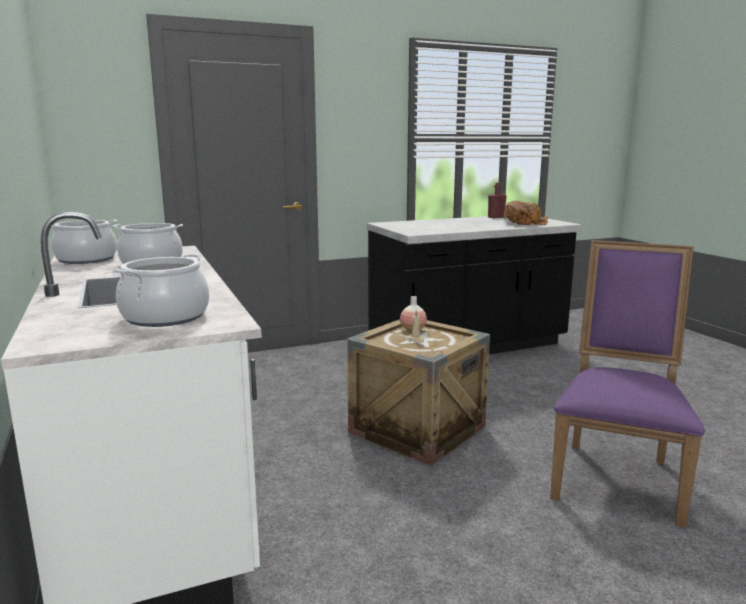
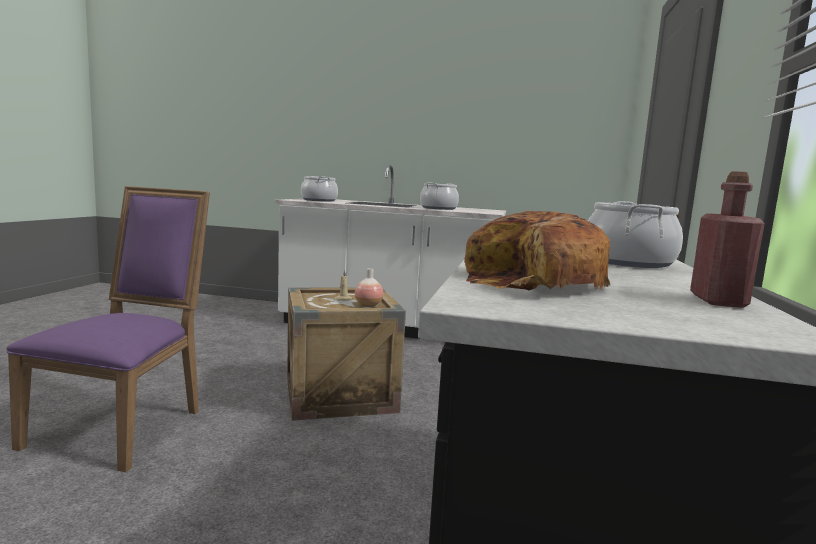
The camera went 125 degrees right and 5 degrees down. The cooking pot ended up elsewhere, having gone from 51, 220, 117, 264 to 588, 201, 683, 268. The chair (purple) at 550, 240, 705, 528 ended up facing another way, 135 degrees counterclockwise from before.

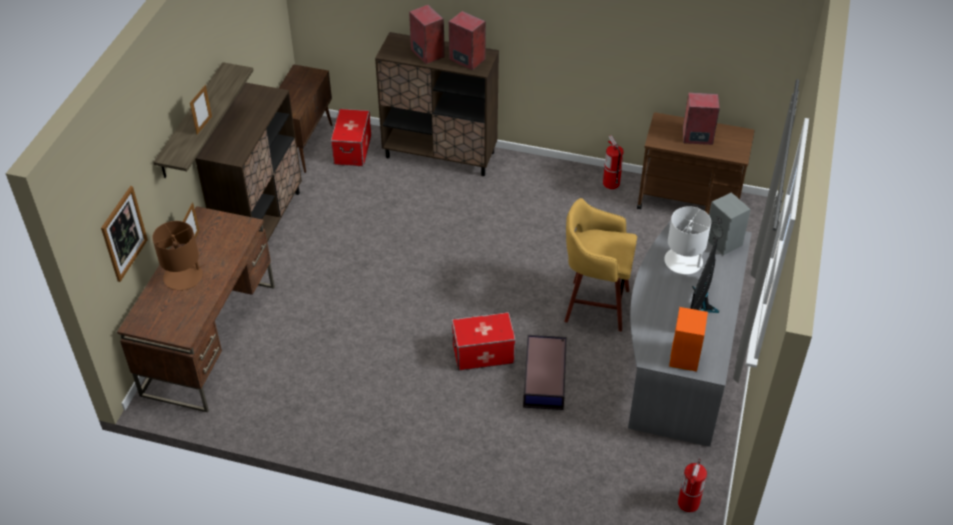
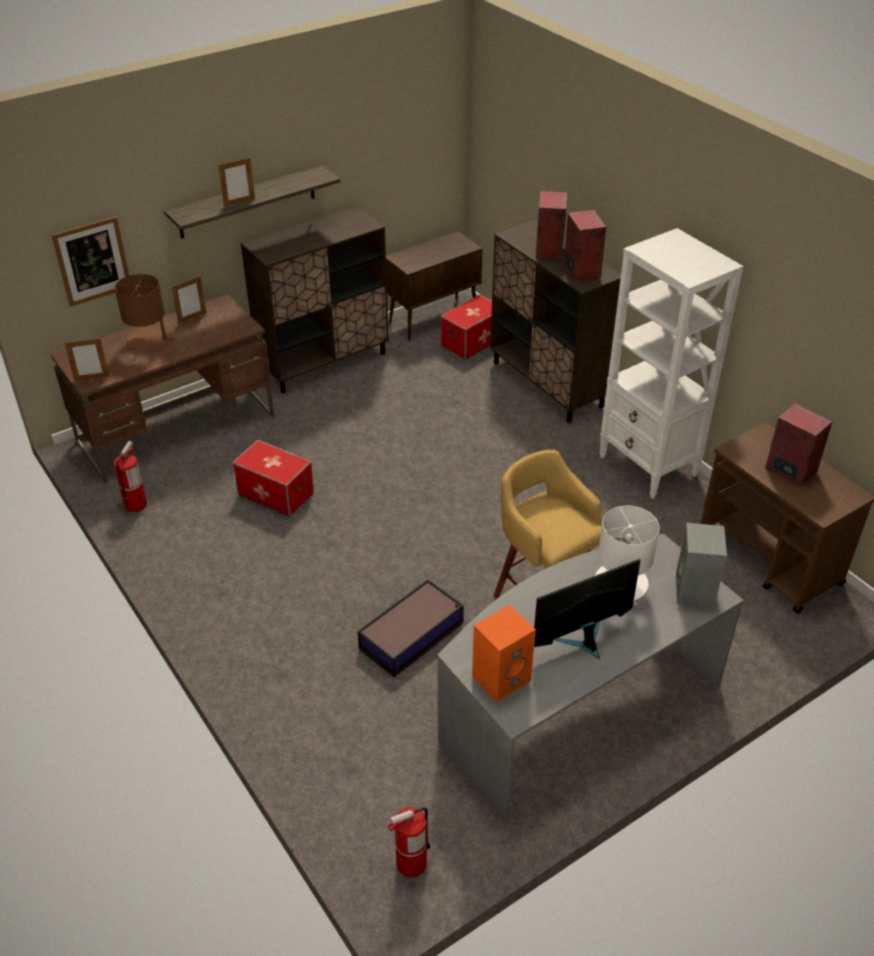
The camera went 40 degrees right and 5 degrees down. The second view gained the picture frame at 64, 337, 109, 381. The second view gained the bookcase (white) at 599, 228, 743, 499. The storage box ended up elsewhere, having gone from 452, 312, 516, 370 to 232, 440, 314, 517. The fire extinguisher ended up elsewhere, having gone from 603, 135, 624, 189 to 113, 441, 147, 512.

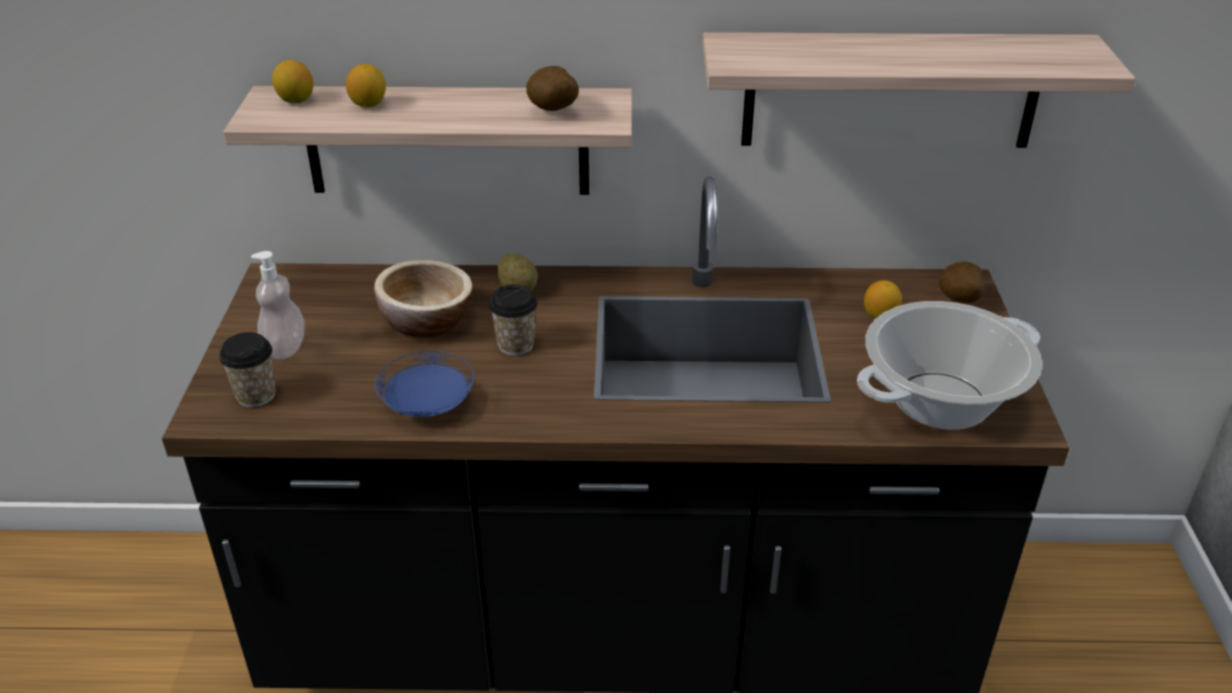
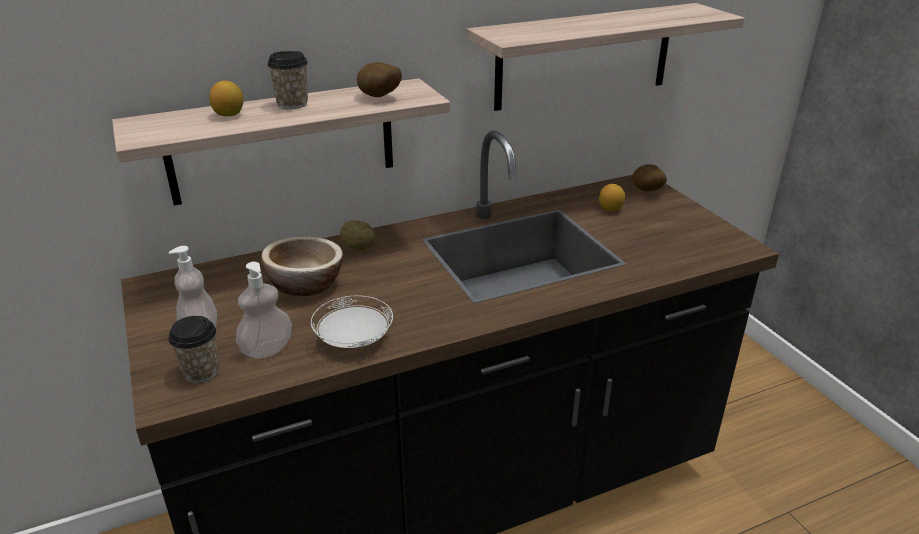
The camera went 25 degrees left and 5 degrees down. The second view lost the lemon at 272, 60, 313, 103. The second view lost the cooking pot at 857, 301, 1042, 430. The second view gained the soap dispenser at 236, 262, 292, 358. The cup ended up elsewhere, having gone from 489, 285, 537, 356 to 267, 51, 308, 109. What was the plate (blue) at 375, 351, 474, 417 turned into the plate (white) at 311, 295, 393, 348.

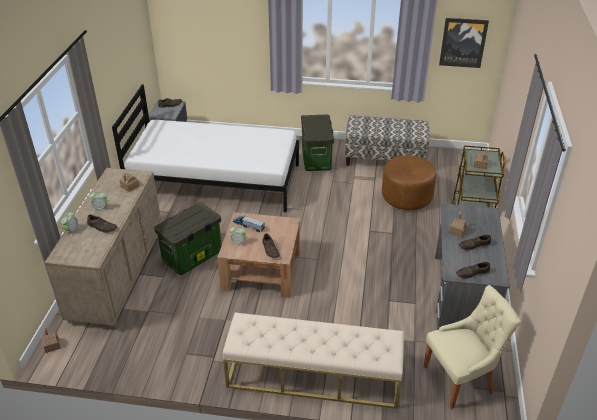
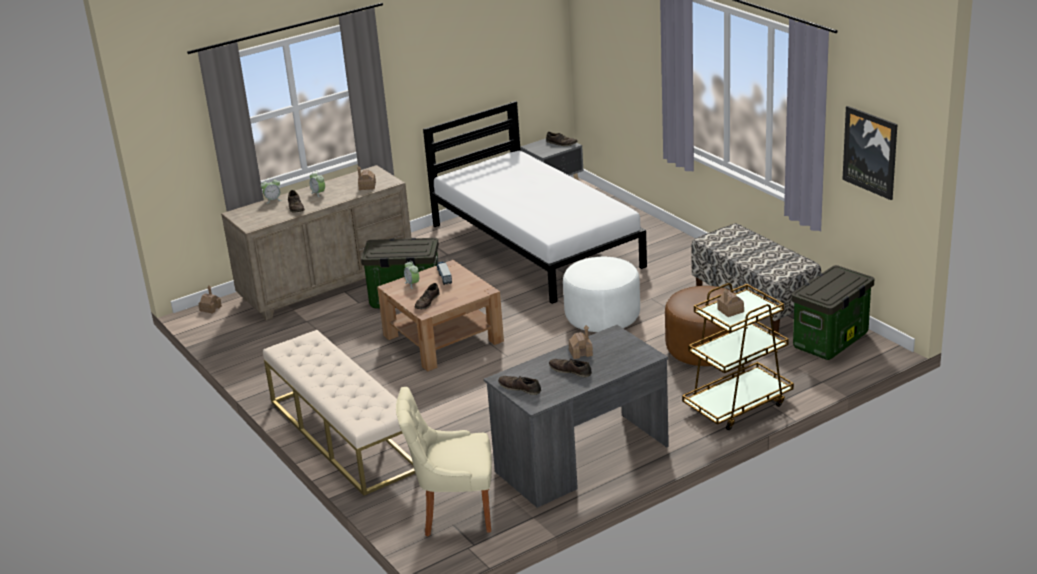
The camera went 50 degrees right and 10 degrees down. The second view gained the ottoman (white) at 563, 257, 640, 332. The storage box ended up elsewhere, having gone from 301, 115, 334, 171 to 791, 265, 874, 360. The chair (beige) at 424, 285, 521, 409 ended up facing another way, 150 degrees clockwise from before.

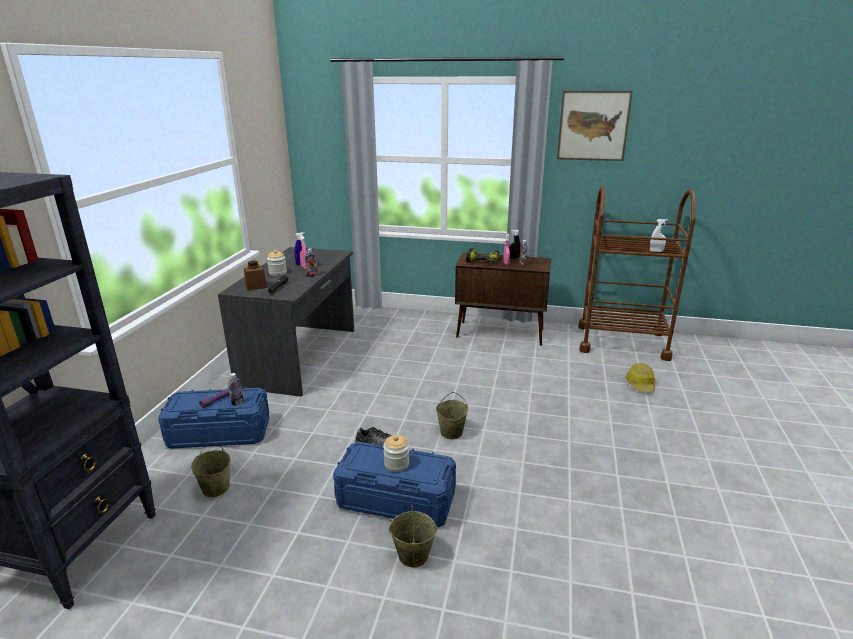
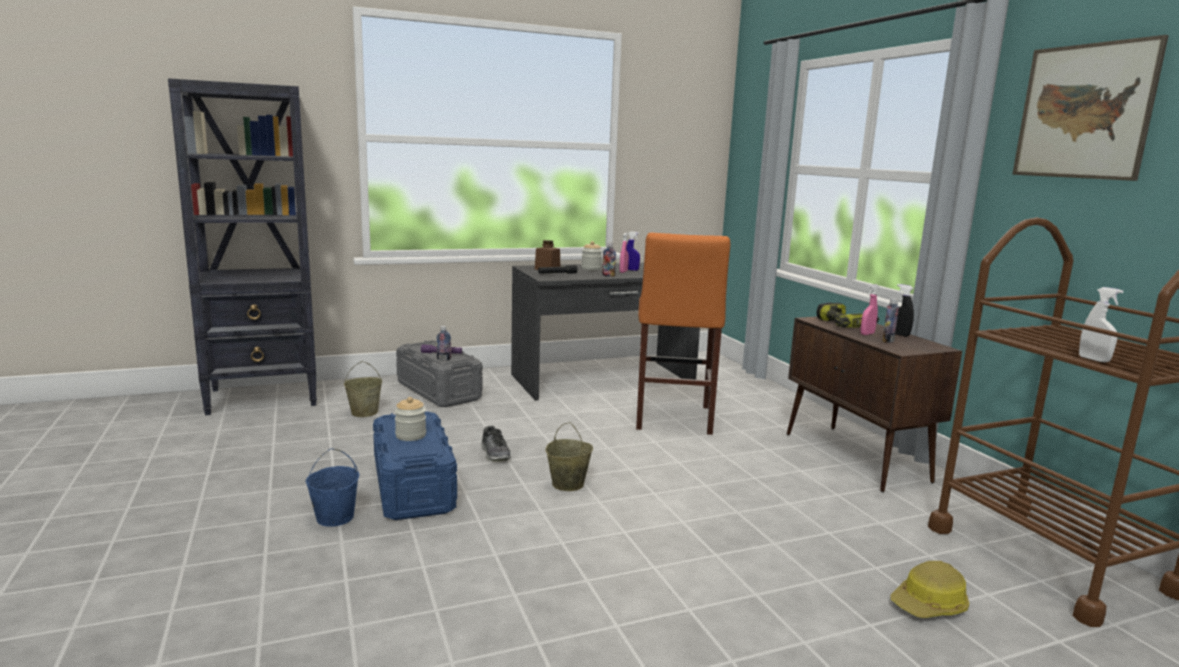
The camera went 55 degrees right and 10 degrees down. The second view gained the stool (orange) at 636, 233, 730, 435. What was the storage box (blue) at 158, 387, 269, 448 turned into the storage box (grey) at 396, 340, 482, 407. What was the bucket (beige) at 388, 504, 437, 568 turned into the bucket (blue) at 306, 448, 359, 527.

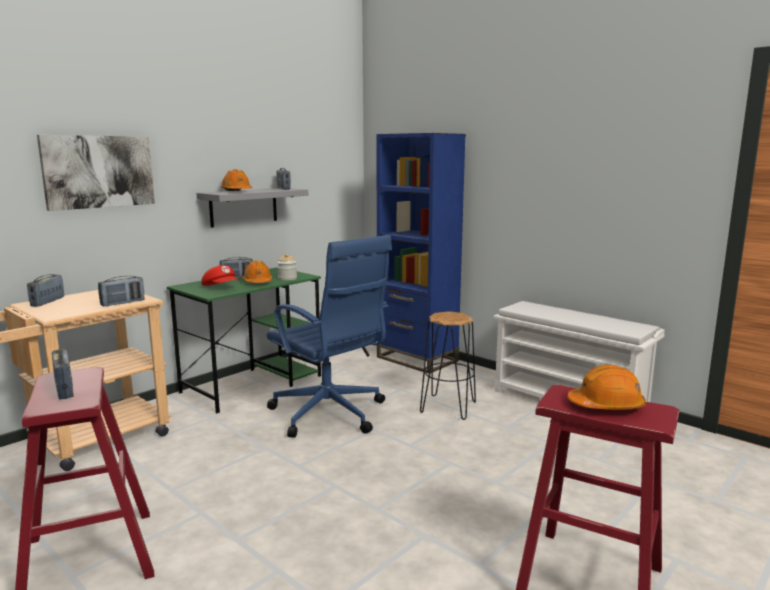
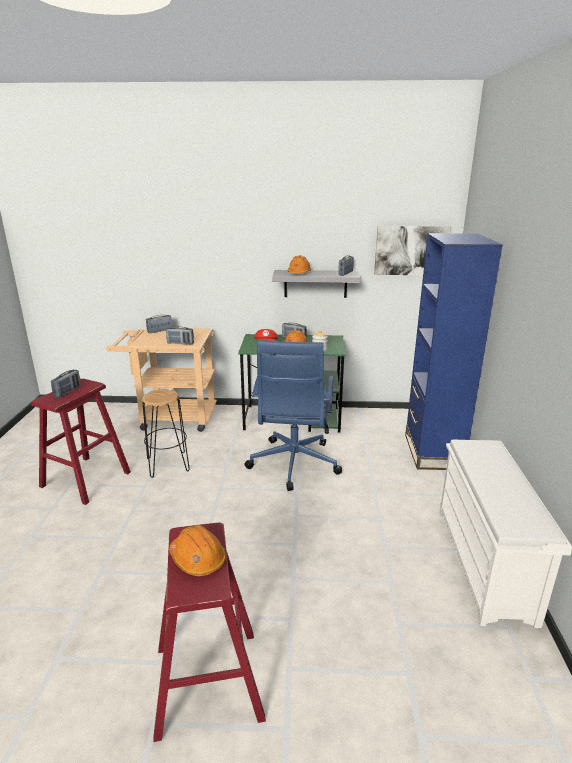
The camera went 50 degrees right and 10 degrees up. The picture ended up elsewhere, having gone from 37, 135, 155, 211 to 374, 226, 452, 275. The stool (black) ended up elsewhere, having gone from 420, 311, 476, 420 to 141, 389, 190, 478.

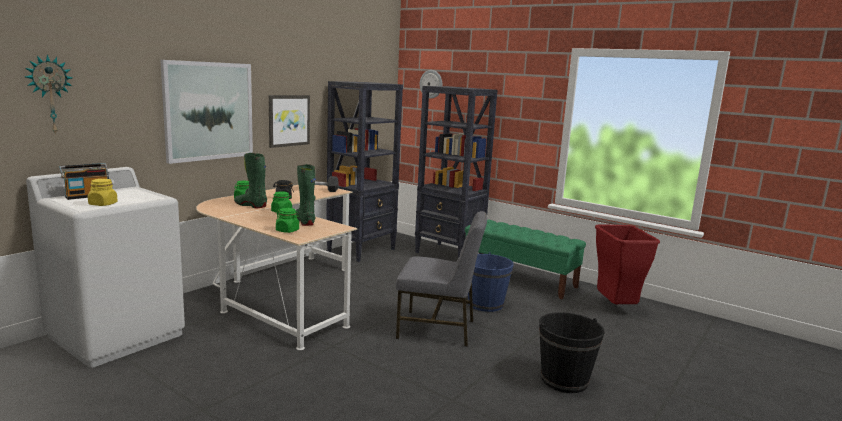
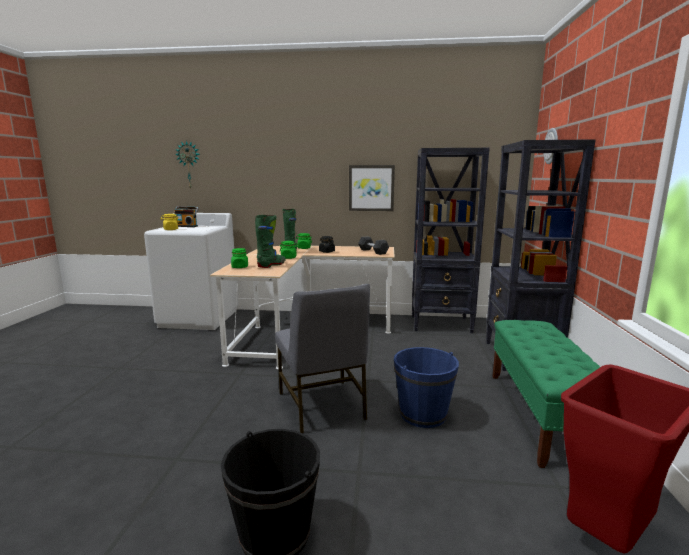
The camera went 60 degrees right and 0 degrees up. The second view lost the picture at 160, 60, 253, 164.

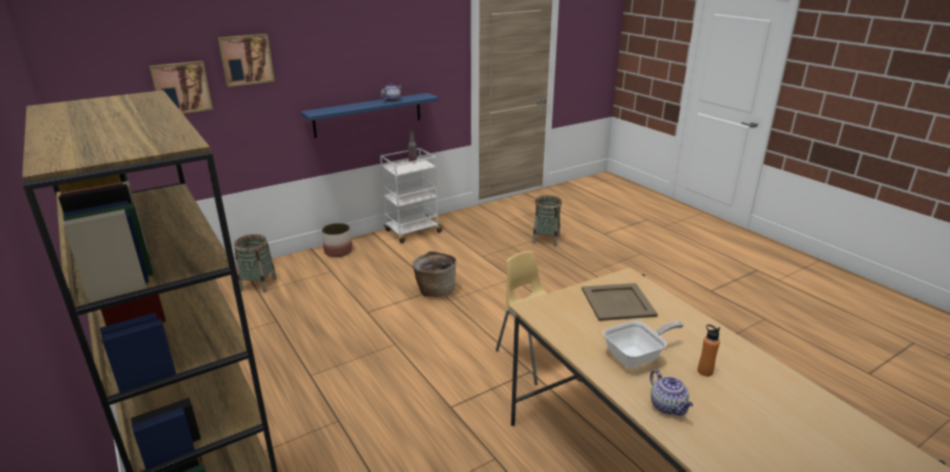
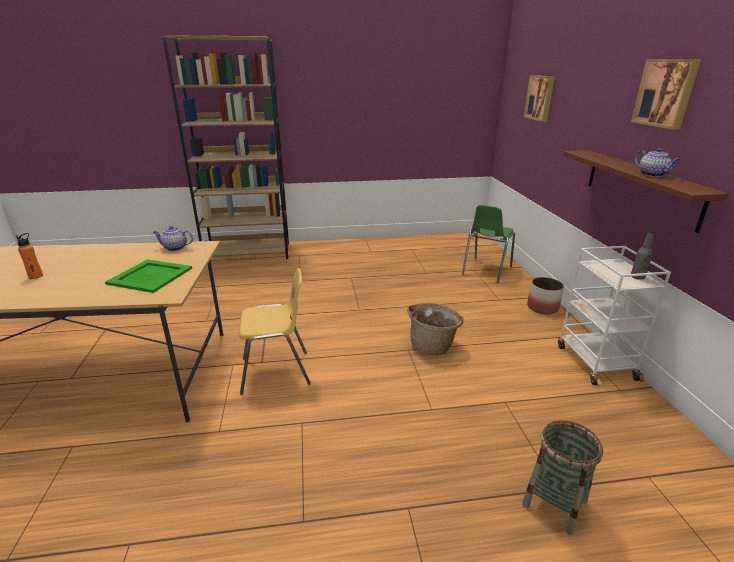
The camera went 115 degrees right and 0 degrees up. The second view lost the frying pan at 603, 321, 684, 368. The picture ended up elsewhere, having gone from 218, 34, 275, 87 to 631, 59, 701, 130. The teapot ended up elsewhere, having gone from 650, 370, 693, 416 to 153, 226, 193, 251. Where the basket stood at 234, 234, 277, 293, the chair (green) came to stand at 462, 205, 515, 283. What was the shelf (blue) at 300, 93, 438, 138 turned into the shelf (brown) at 563, 150, 729, 233. What was the tray (beige) at 582, 283, 658, 321 turned into the tray (green) at 105, 259, 192, 293.

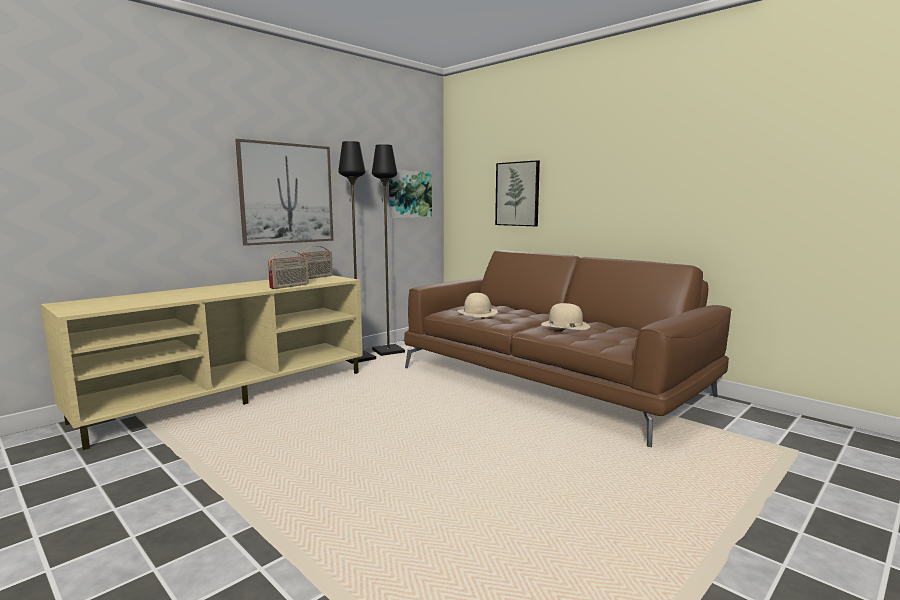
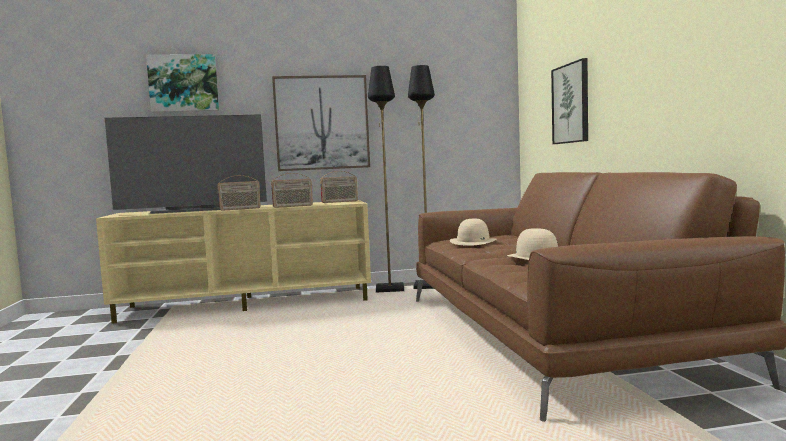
The camera went 35 degrees right and 5 degrees down. The second view gained the television at 105, 115, 267, 214. The second view gained the radio at 217, 175, 261, 211. The picture ended up elsewhere, having gone from 389, 170, 432, 218 to 146, 54, 219, 112.

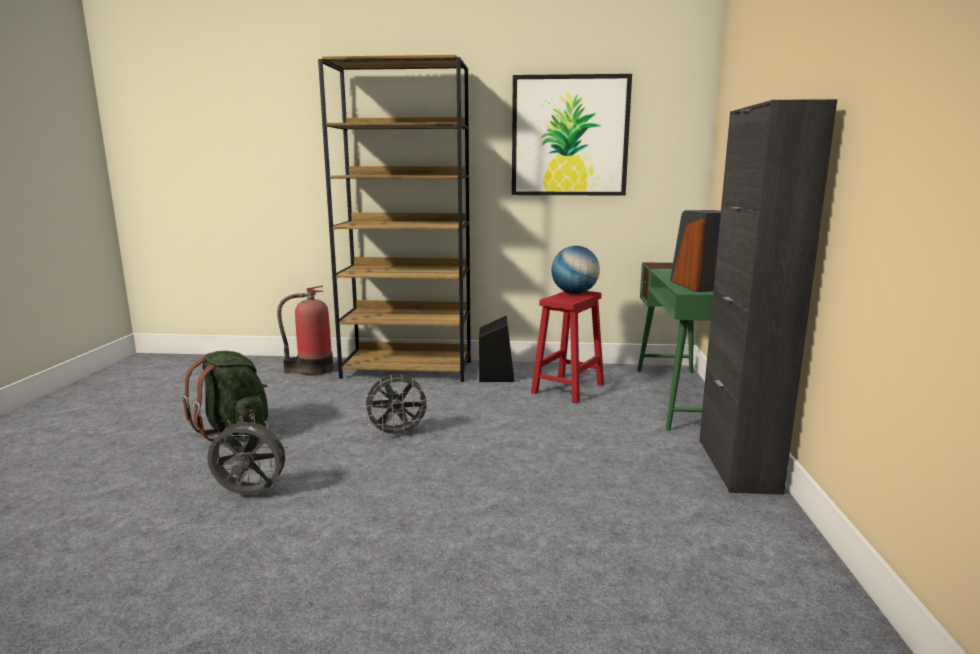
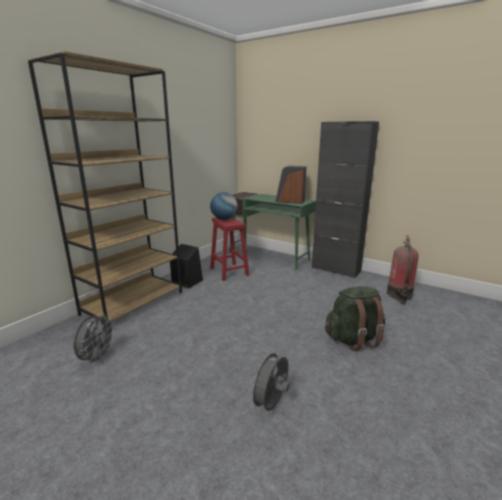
The camera went 60 degrees left and 5 degrees up. The second view lost the picture at 512, 74, 632, 196. The backpack (green) ended up elsewhere, having gone from 182, 351, 268, 442 to 325, 286, 385, 351. The fire extinguisher ended up elsewhere, having gone from 277, 285, 333, 376 to 387, 235, 419, 305. The fan (grey) ended up elsewhere, having gone from 363, 374, 431, 439 to 74, 313, 116, 365.

